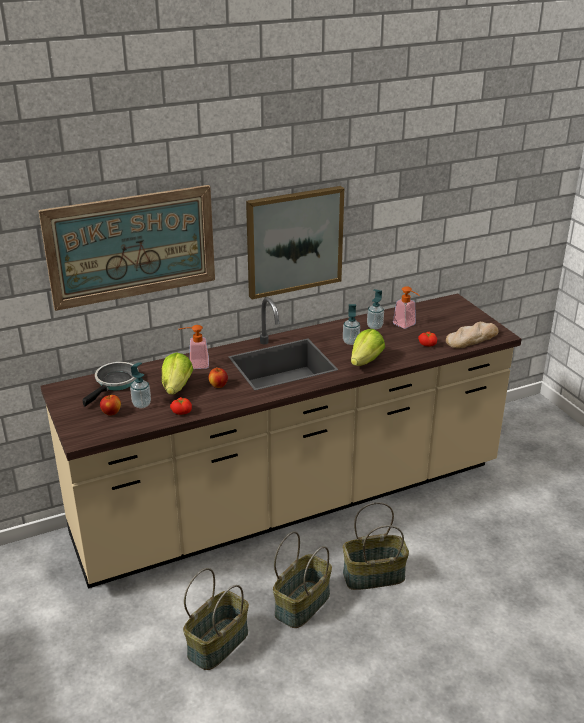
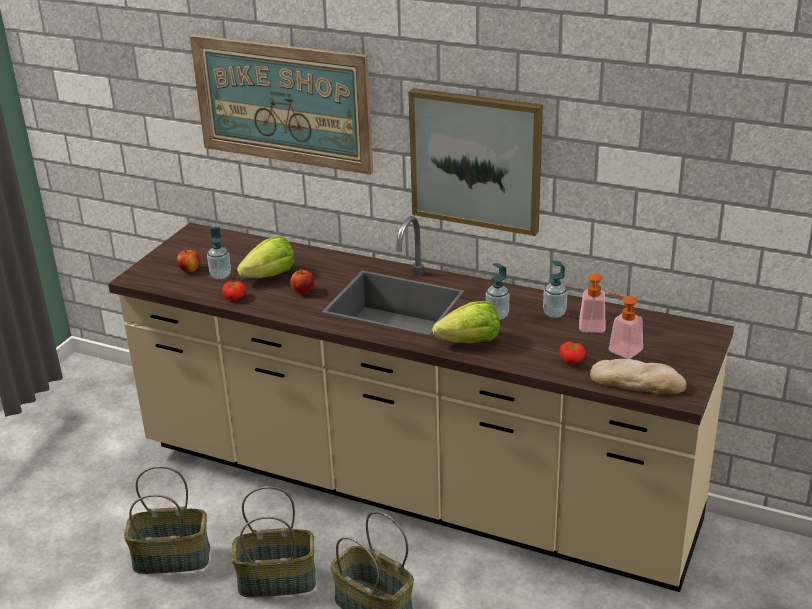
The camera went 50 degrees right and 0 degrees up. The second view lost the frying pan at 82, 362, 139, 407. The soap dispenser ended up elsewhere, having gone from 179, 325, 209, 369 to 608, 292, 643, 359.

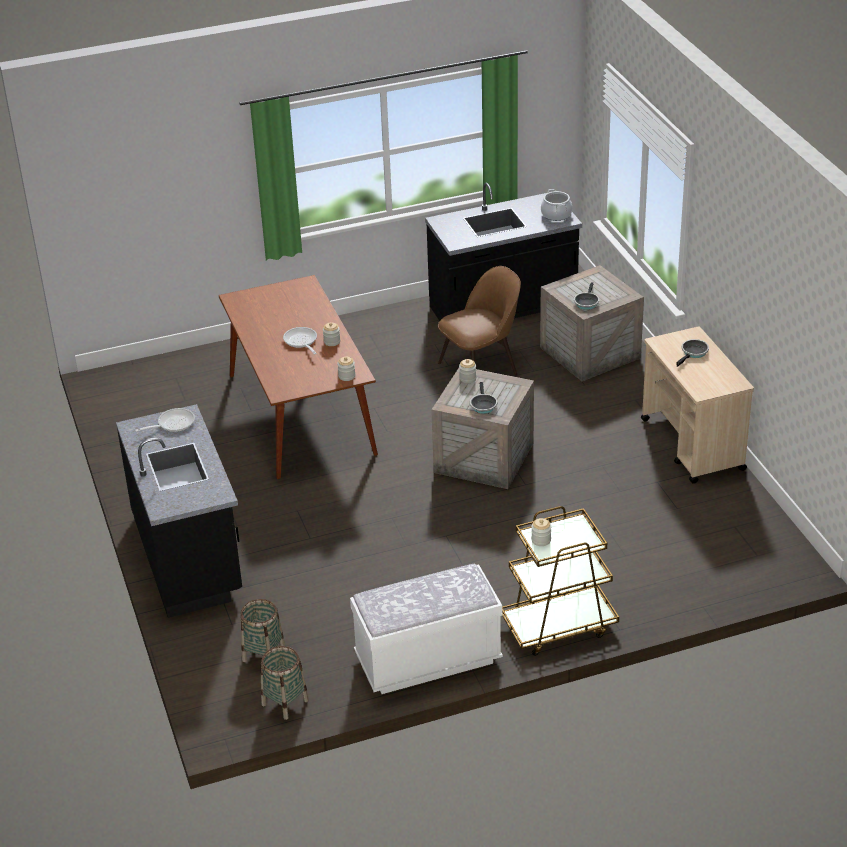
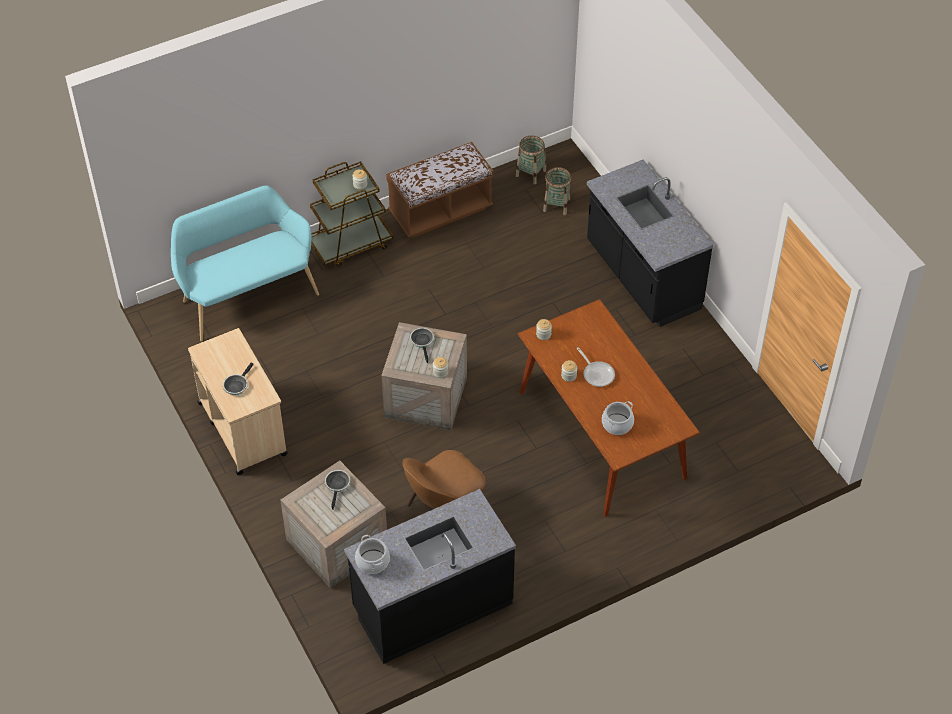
The camera went 170 degrees right and 15 degrees up. The second view lost the frying pan at 135, 408, 195, 432. The second view gained the bench (turquoise) at 171, 186, 319, 342. The second view gained the cooking pot at 602, 401, 634, 435. What was the bench (white) at 350, 564, 503, 694 turned into the bench (brown) at 386, 142, 493, 238.

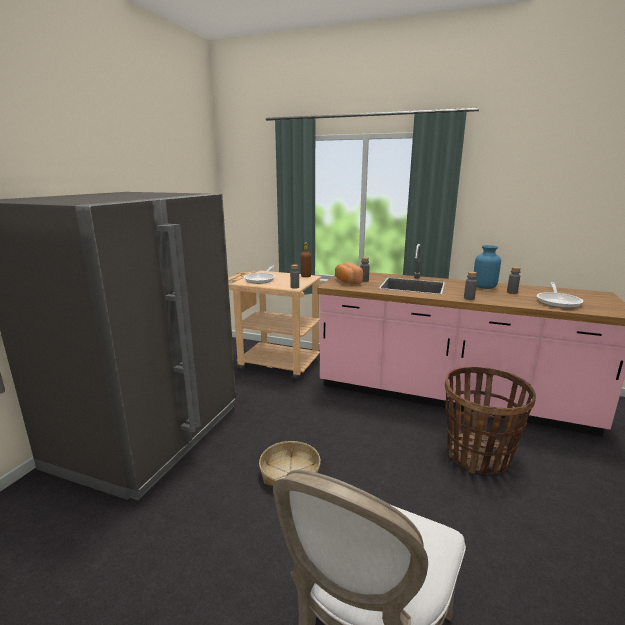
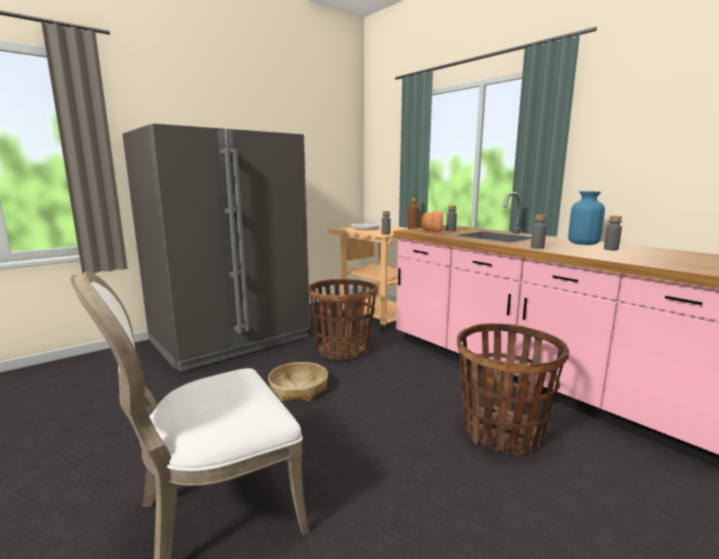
The camera went 30 degrees right and 5 degrees down. The second view lost the frying pan at 537, 282, 583, 308. The second view gained the basket at 308, 279, 378, 360.

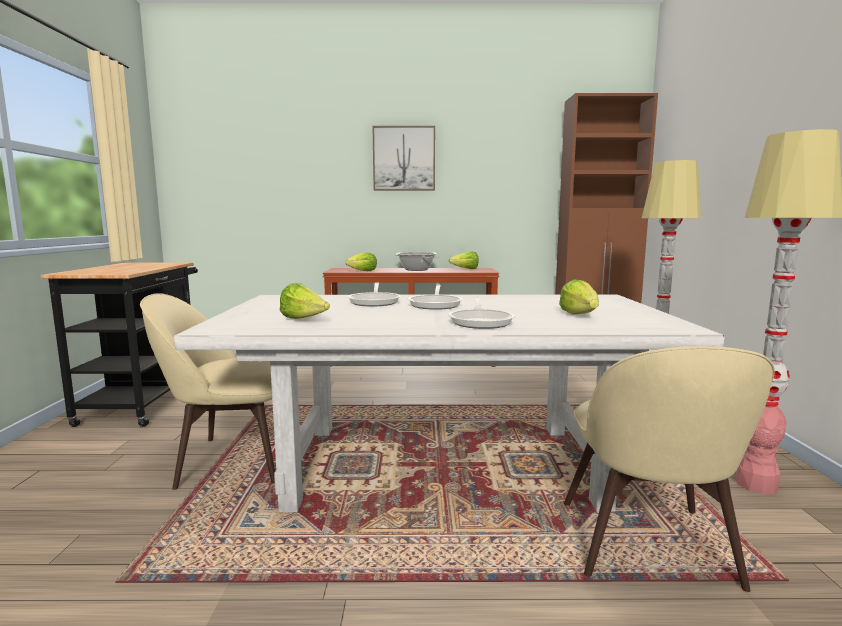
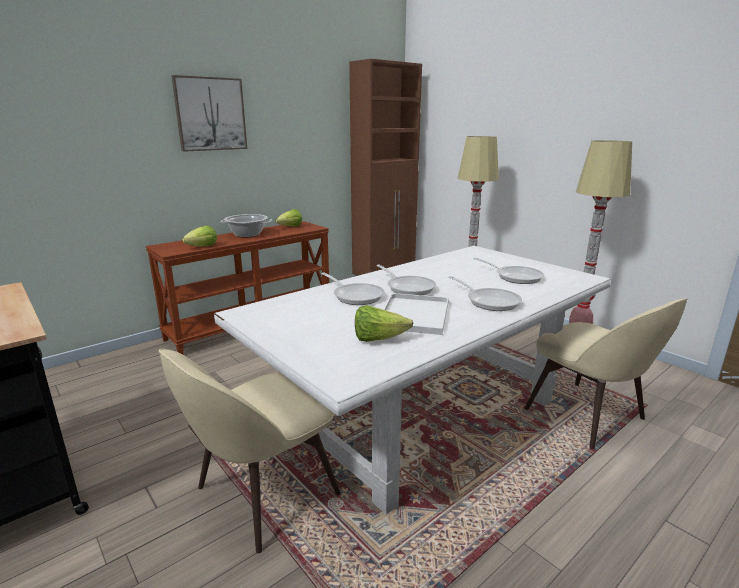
The camera went 40 degrees left and 10 degrees up. The second view gained the tray (white) at 383, 293, 449, 335. Where the lettuce stood at 559, 279, 599, 315, the frying pan came to stand at 473, 257, 544, 284.

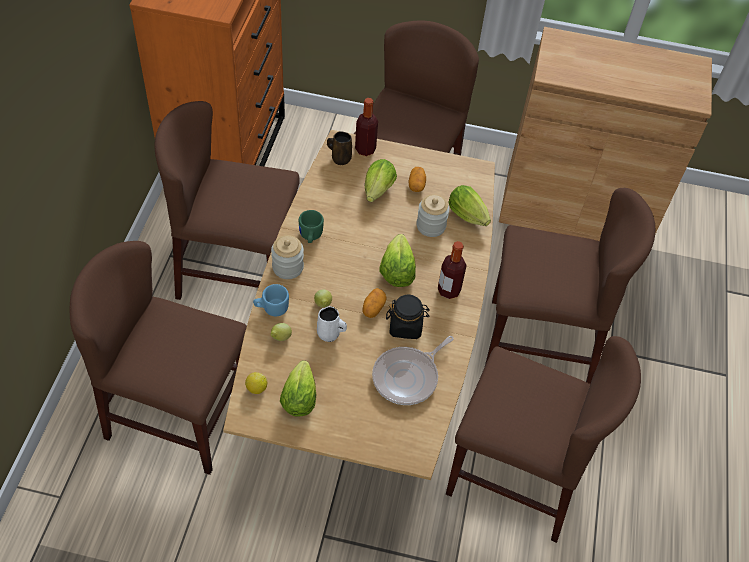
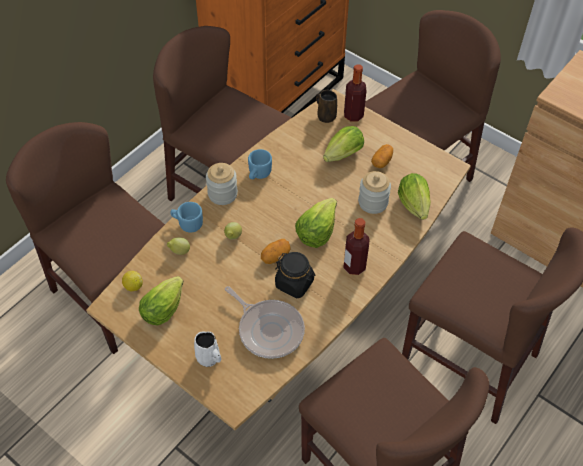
The camera went 30 degrees right and 0 degrees up. The mug (white) ended up elsewhere, having gone from 317, 306, 347, 342 to 194, 331, 221, 367. What was the mug (green) at 299, 210, 324, 243 turned into the mug (blue) at 248, 149, 272, 179. The frying pan at 372, 336, 454, 405 ended up facing another way, 120 degrees counterclockwise from before.

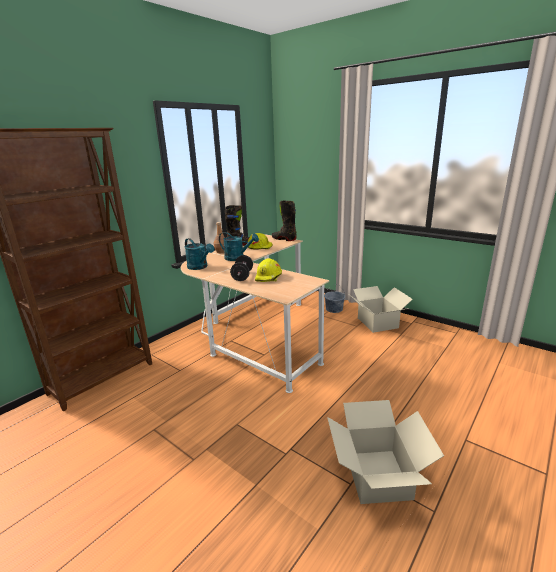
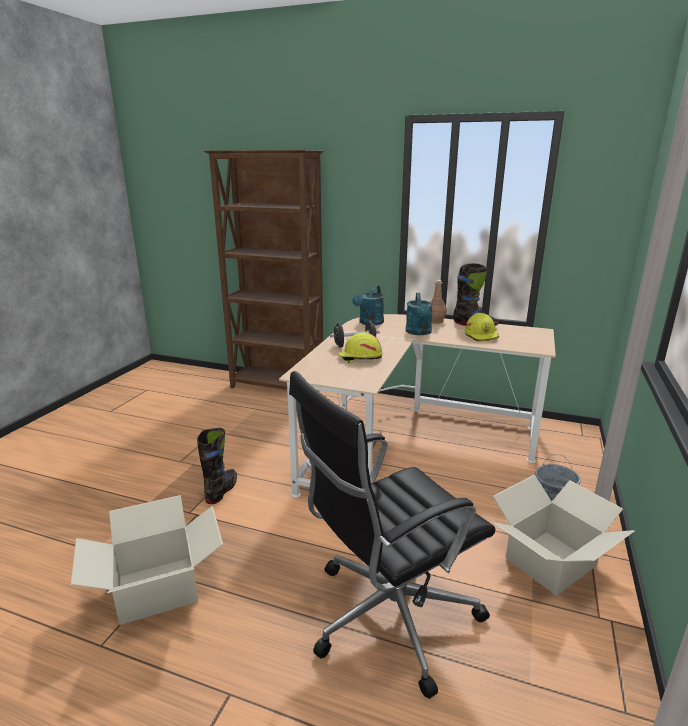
The camera went 70 degrees right and 0 degrees up. The second view gained the office chair (black) at 289, 371, 495, 699. The boot (black) ended up elsewhere, having gone from 272, 200, 297, 241 to 197, 428, 237, 504.

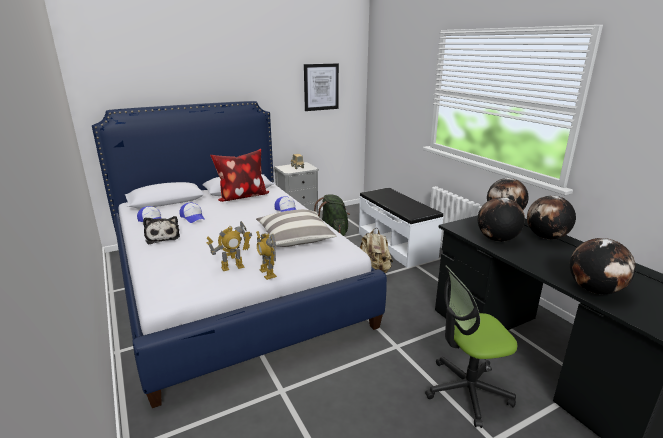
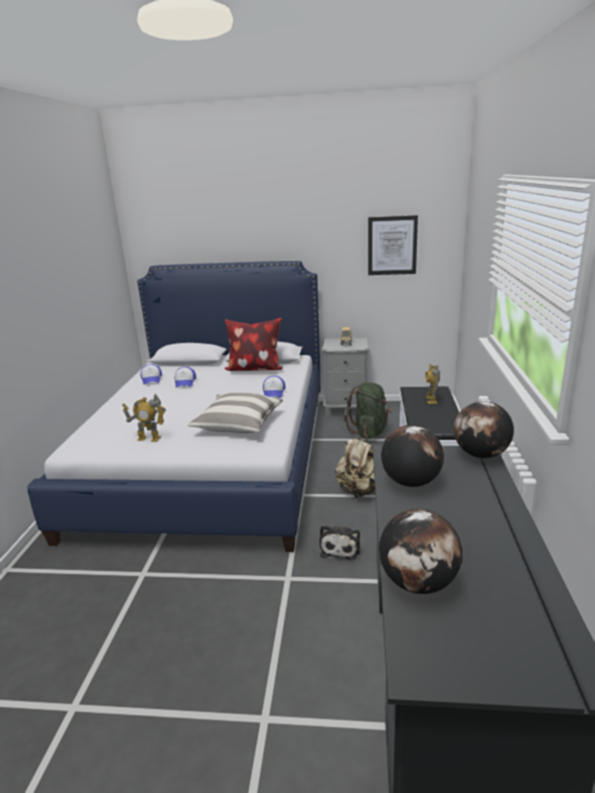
The camera went 35 degrees right and 0 degrees up. The second view lost the office chair at 425, 266, 517, 428. The second view lost the globe at 527, 195, 576, 239. The plush toy ended up elsewhere, having gone from 143, 216, 180, 244 to 319, 525, 360, 560. The toy robot ended up elsewhere, having gone from 256, 231, 277, 280 to 425, 364, 440, 404.

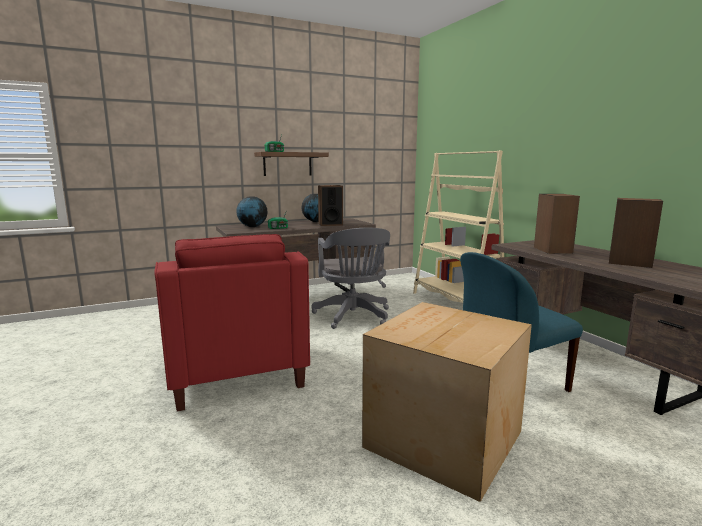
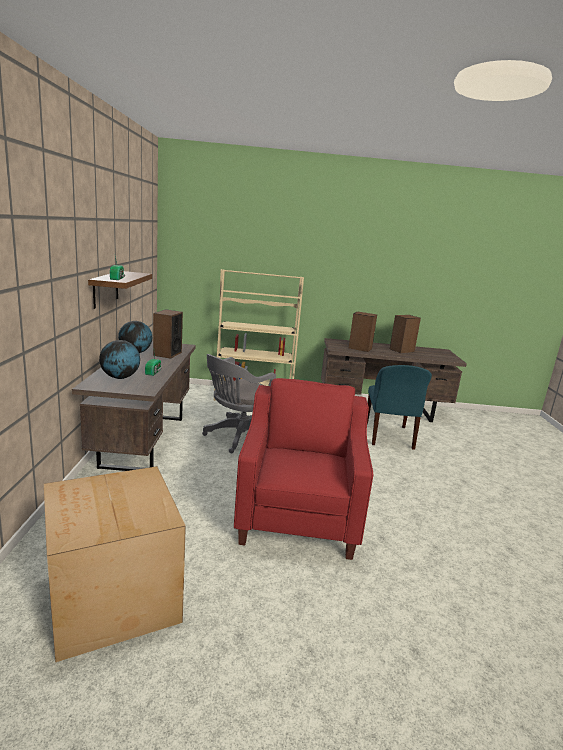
The camera went 65 degrees left and 5 degrees up. The cardboard box ended up elsewhere, having gone from 362, 302, 532, 502 to 44, 466, 186, 663. The armchair (red) at 154, 234, 310, 411 ended up facing another way, 90 degrees counterclockwise from before. The office chair (grey) at 311, 228, 390, 329 ended up facing another way, 120 degrees clockwise from before.

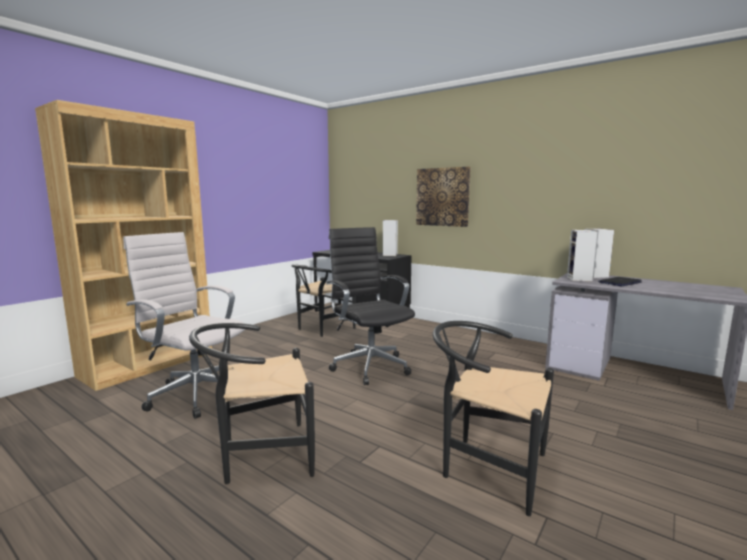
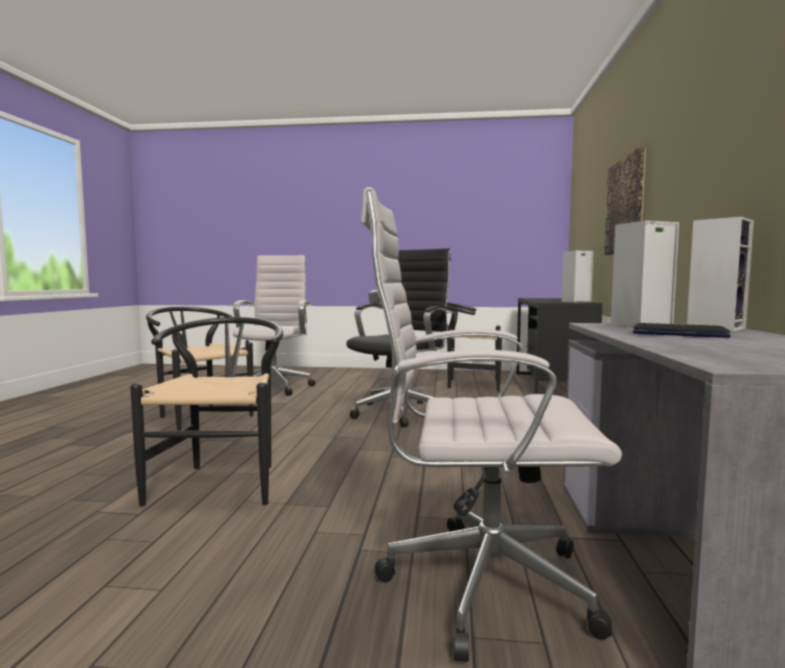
The camera went 60 degrees right and 5 degrees down. The second view lost the bookcase (brown) at 35, 100, 212, 391. The second view gained the office chair (white) at 360, 187, 622, 662.

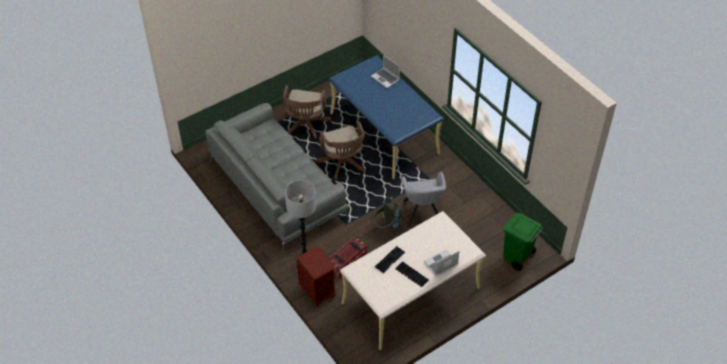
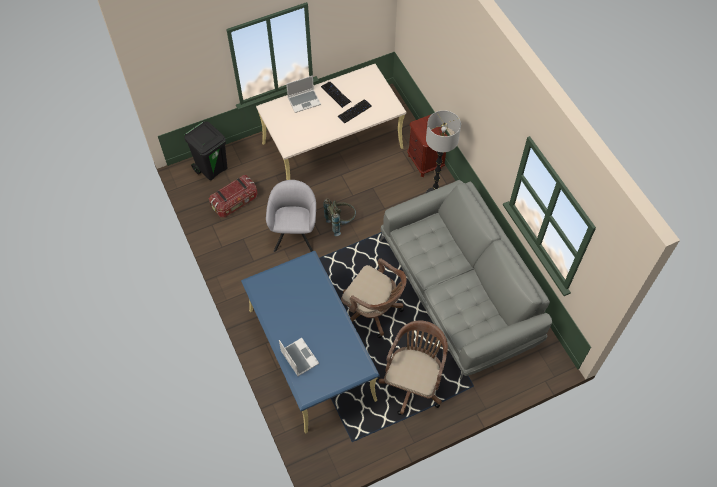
The camera went 170 degrees left and 10 degrees up. The storage box ended up elsewhere, having gone from 329, 238, 368, 279 to 209, 175, 258, 218. What was the trash can (green) at 503, 213, 543, 271 turned into the trash can (black) at 184, 121, 227, 180. The office chair (brown) at 316, 121, 365, 182 ended up facing another way, 135 degrees clockwise from before.

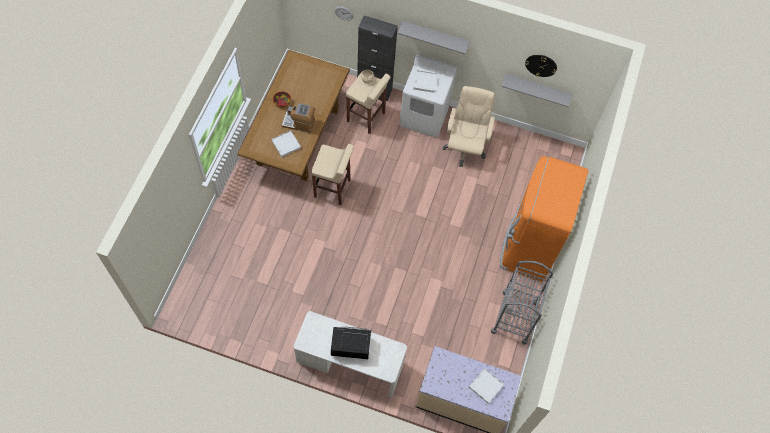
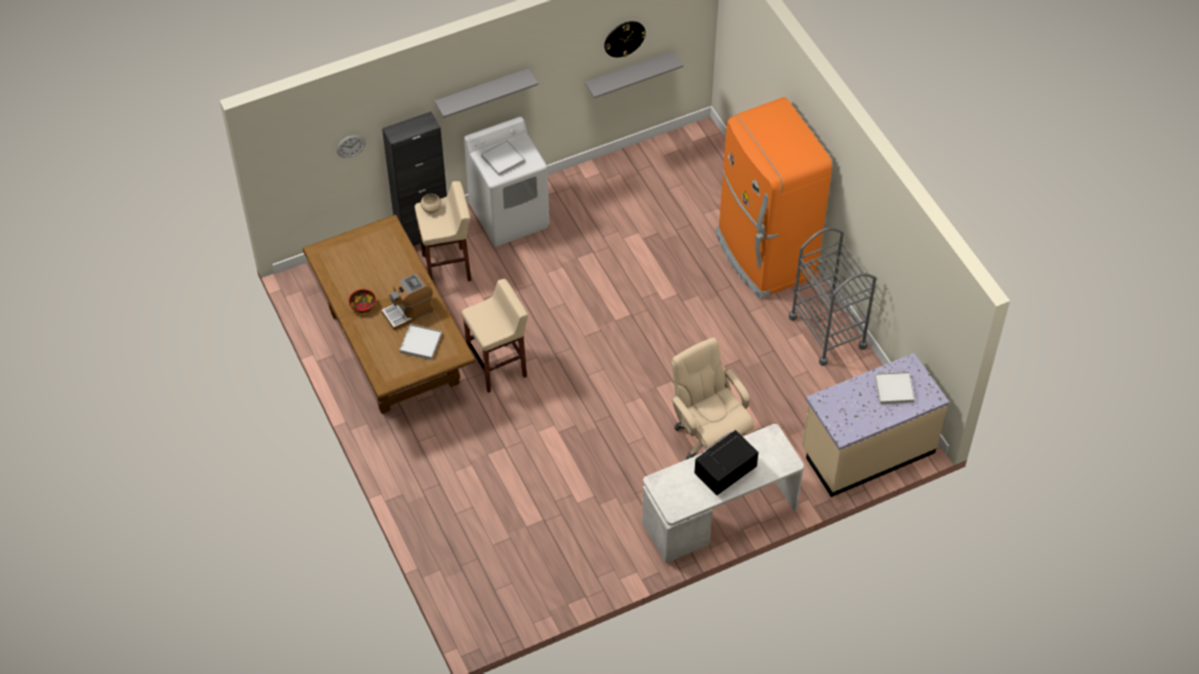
The camera went 40 degrees left and 10 degrees down. The office chair (beige) ended up elsewhere, having gone from 443, 86, 495, 167 to 671, 337, 754, 460.

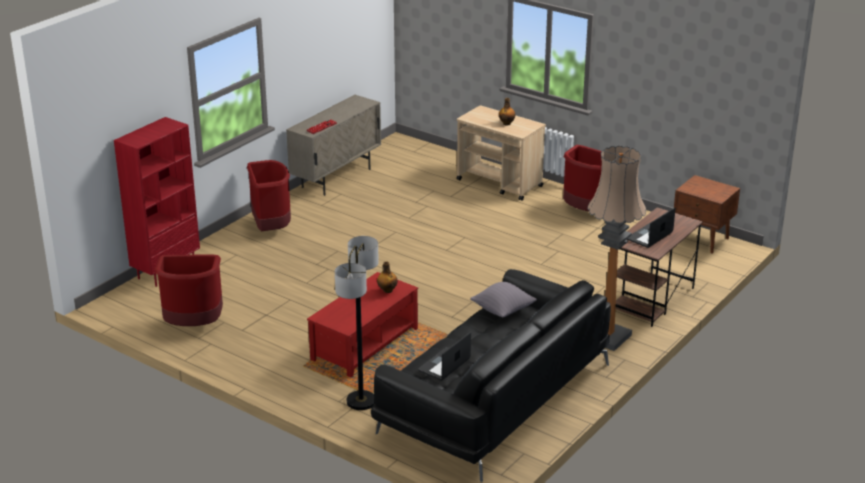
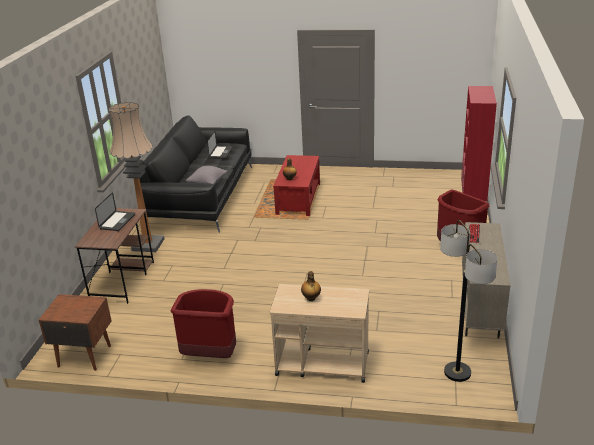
The camera went 155 degrees right and 0 degrees up. The second view lost the trash can (red) at 155, 255, 223, 326. The floor lamp ended up elsewhere, having gone from 335, 236, 379, 410 to 440, 220, 497, 382.

